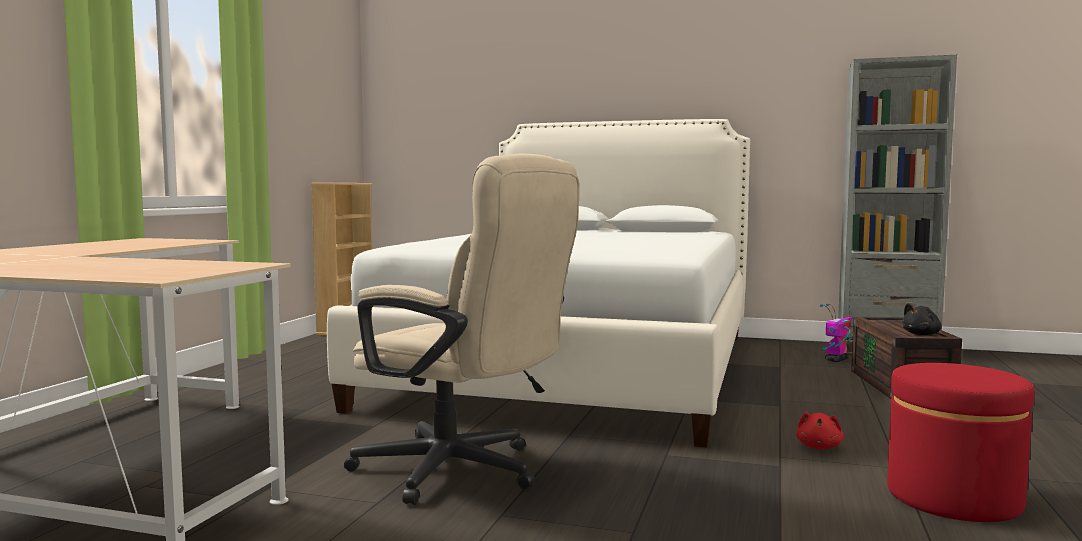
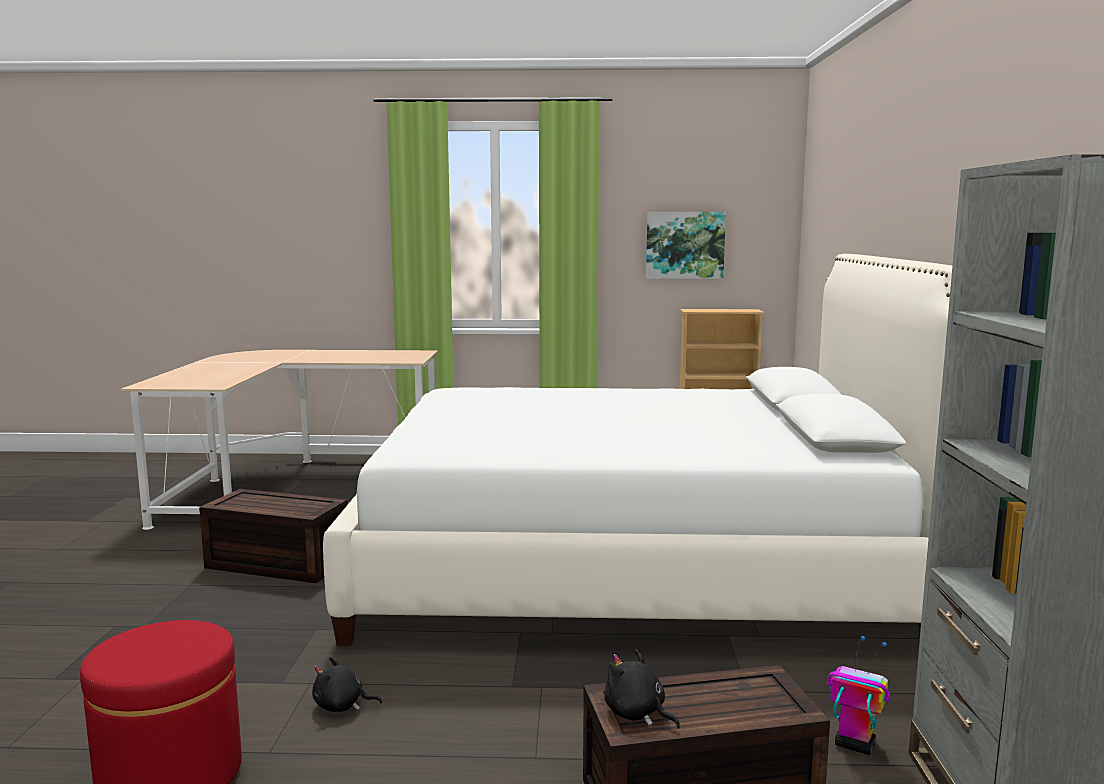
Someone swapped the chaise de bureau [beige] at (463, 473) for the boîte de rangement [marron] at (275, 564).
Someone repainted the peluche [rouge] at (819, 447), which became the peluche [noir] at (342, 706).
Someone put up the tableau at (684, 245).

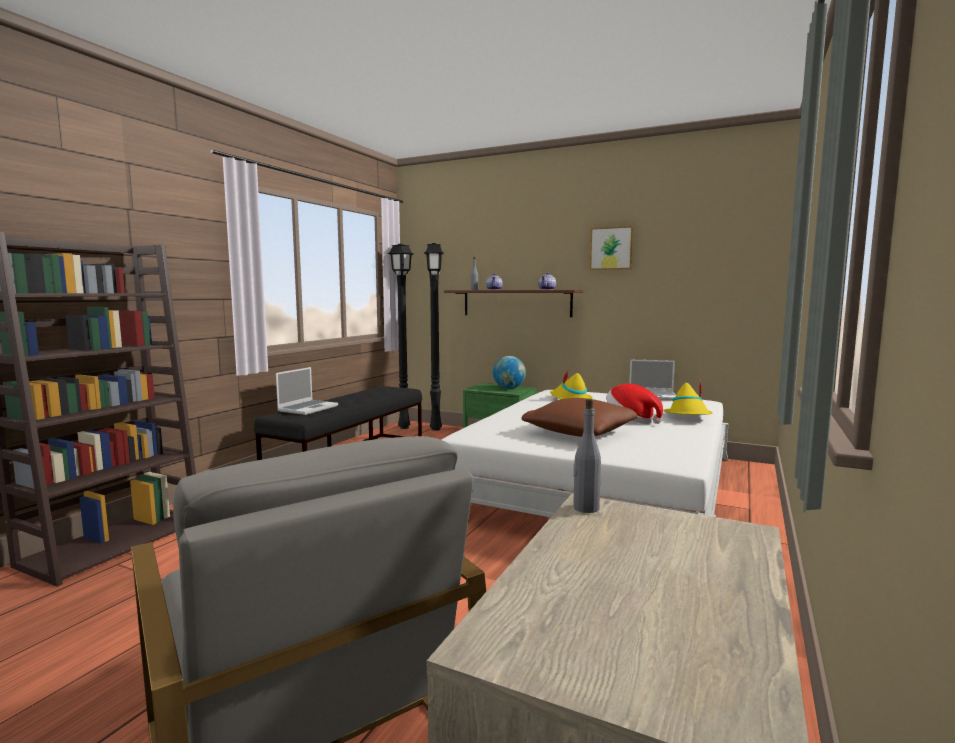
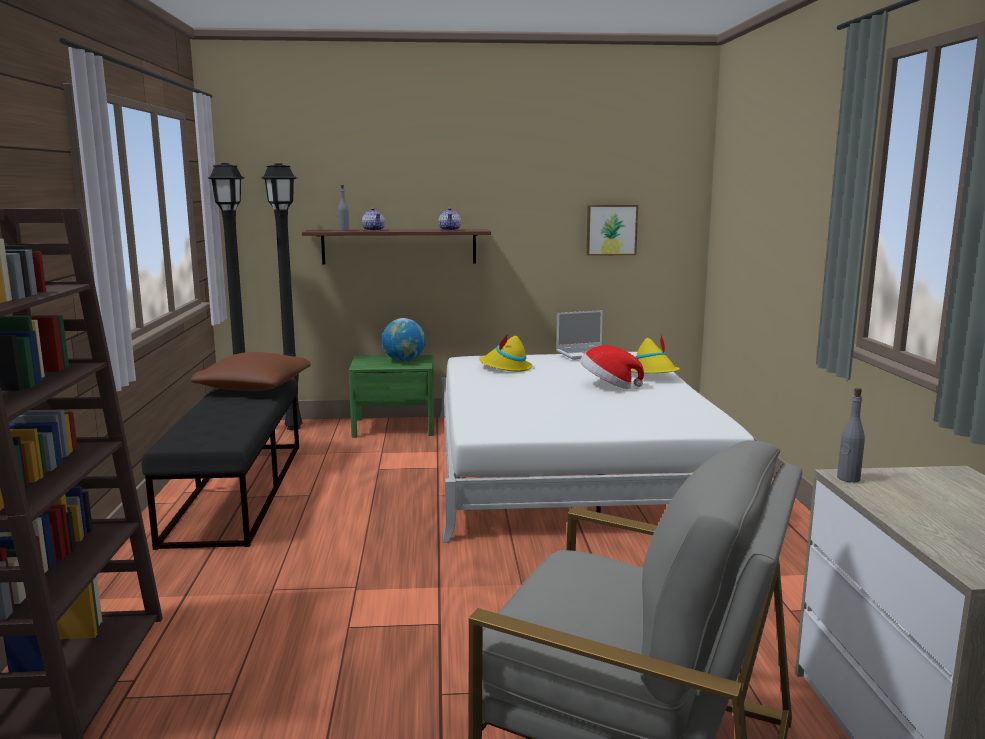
Someone took away the ordinateur portable at (308, 408).
Someone carried the coussin [marron] from (580, 432) to (254, 387).
Someone carried the tableau from (611, 248) to (611, 230).

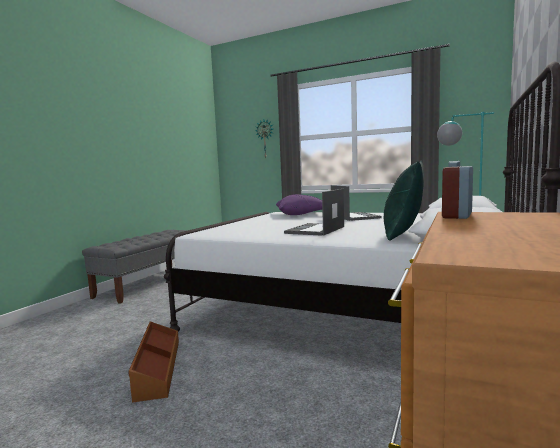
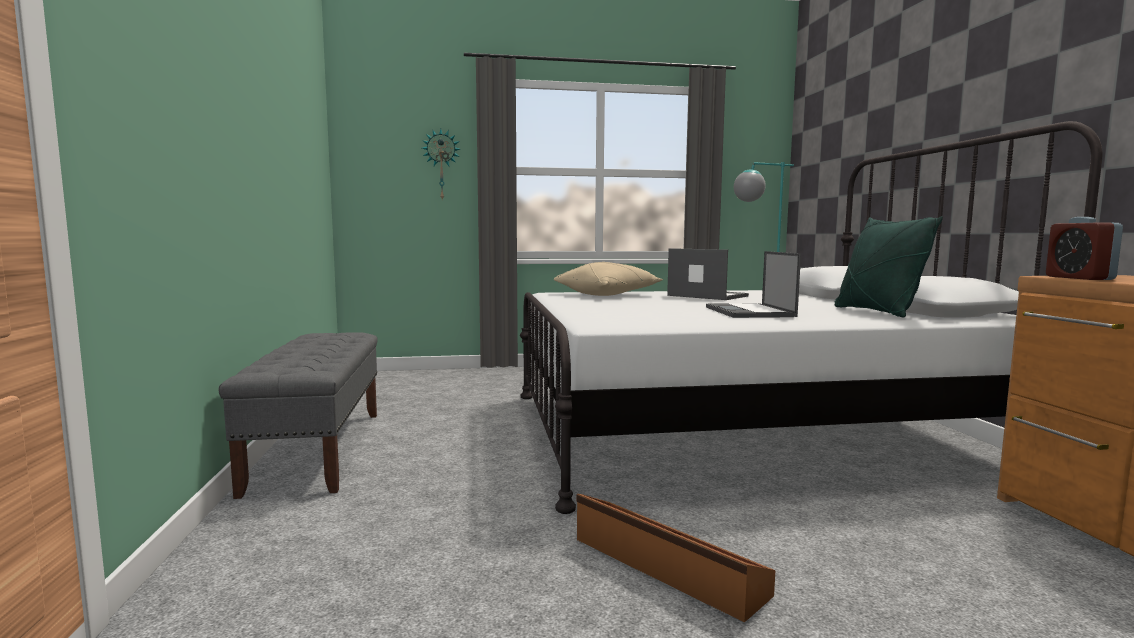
Someone repainted the coussin [violet] at (301, 214), which became the coussin [beige] at (607, 294).

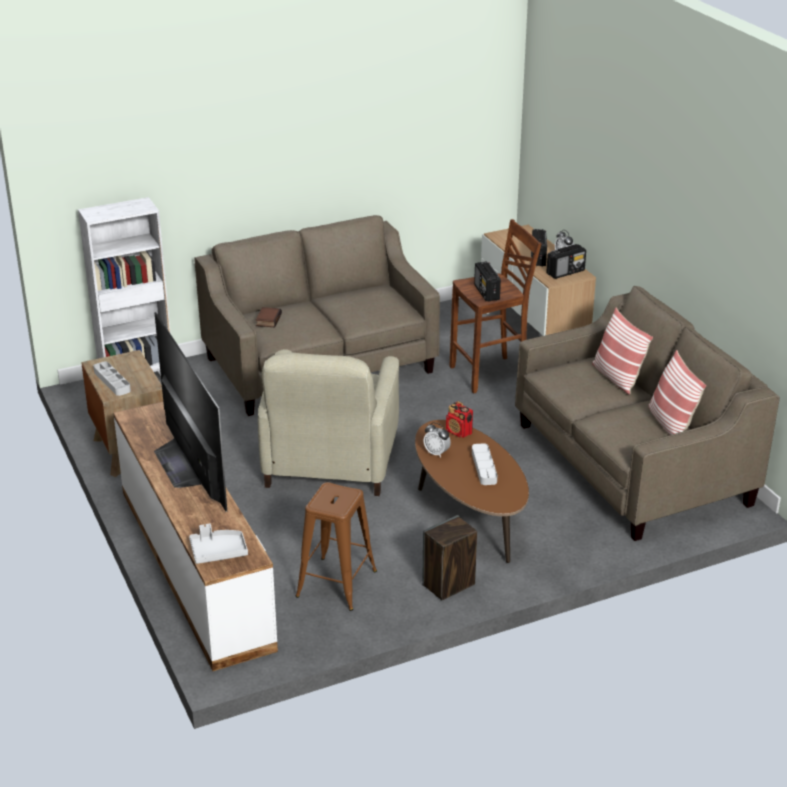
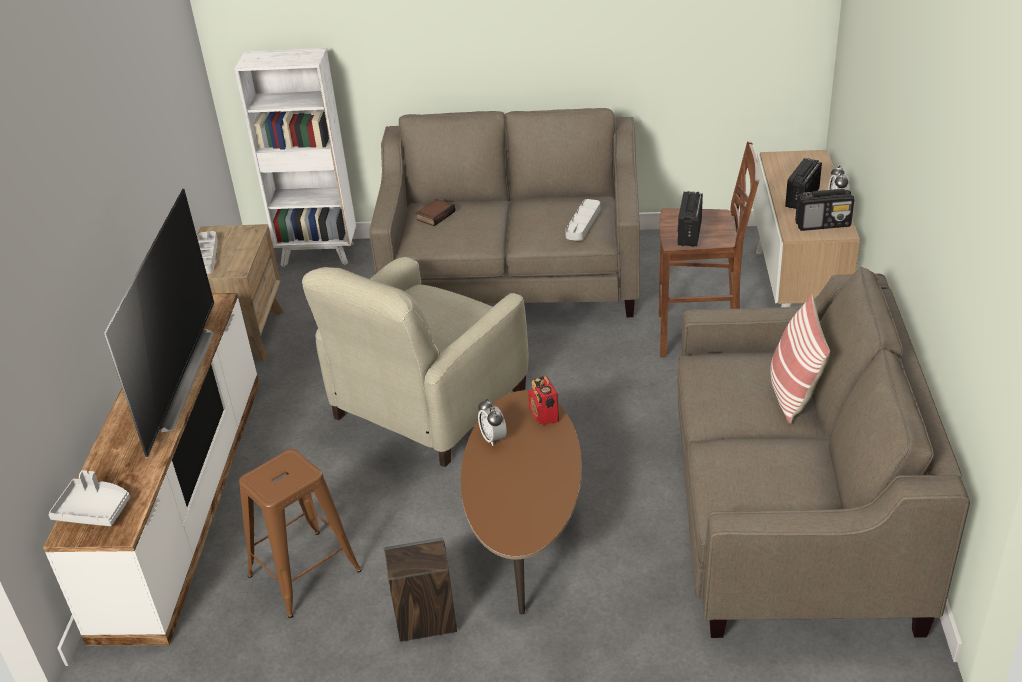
Someone carried the plateau [gris] from (484, 467) to (583, 223).
Someone took away the coussin at (670, 424).

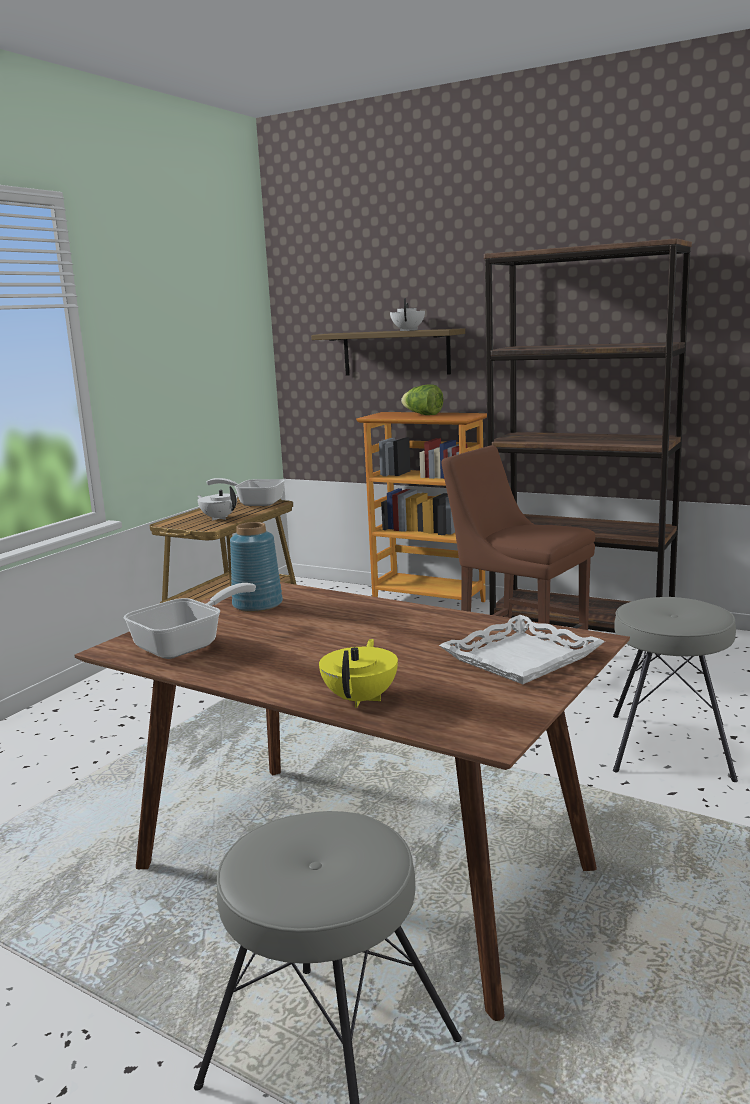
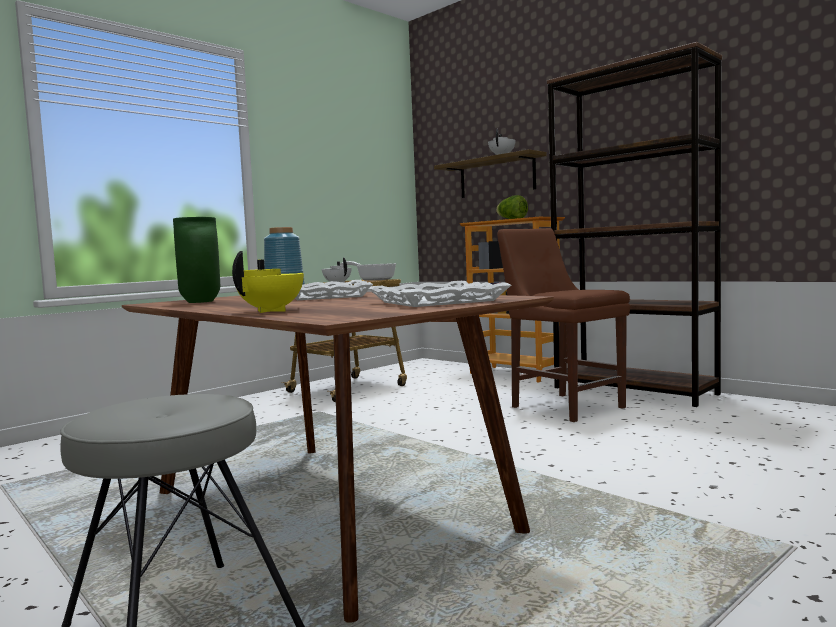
Someone swapped the poêle at (187, 644) for the vase [vert] at (202, 302).
Someone took away the tabouret [gris] at (668, 746).
Someone put down the plateau [blanc] at (326, 296).

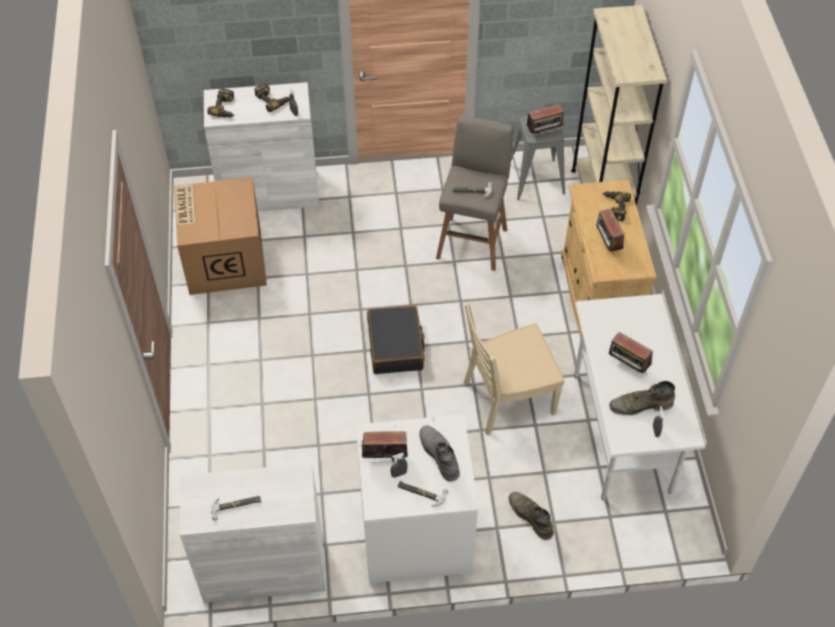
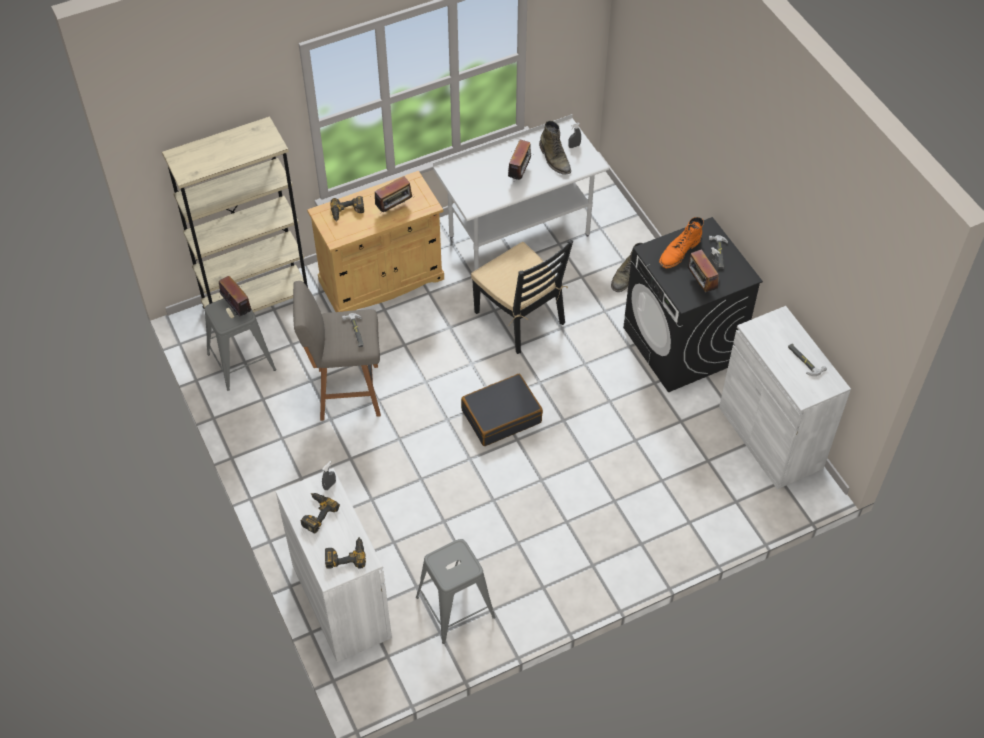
Someone swapped the carton at (224, 259) for the tabouret [gris] at (455, 607).
Someone repainted the lave-linge [blanc] at (414, 533), which became the lave-linge [noir] at (682, 345).
Someone repainted the botte [gris] at (439, 454), which became the botte [orange] at (679, 252).
Someone repainted the chaise [beige] at (508, 398), which became the chaise [noir] at (520, 318).

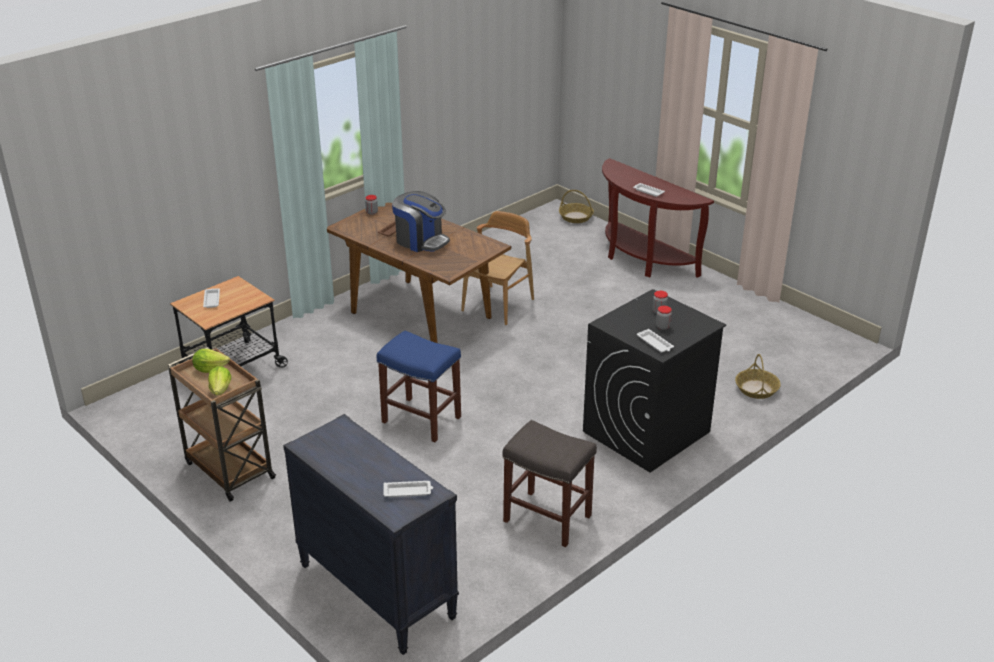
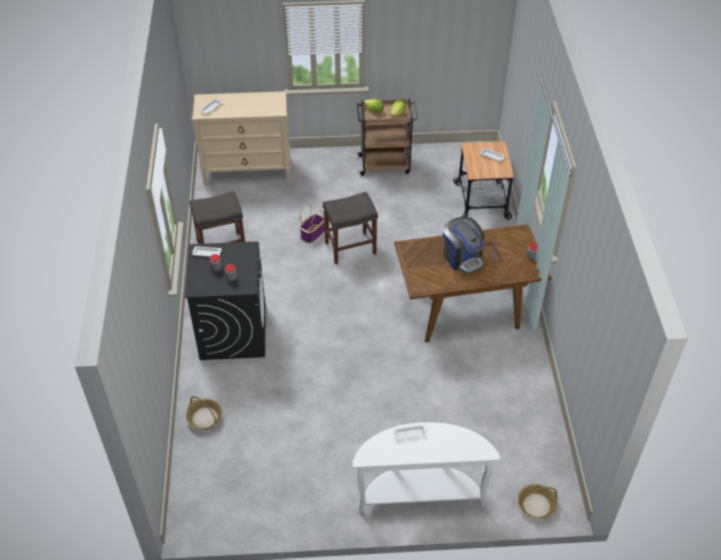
Someone repainted the commode [noir] at (376, 591), which became the commode [beige] at (248, 171).
Someone repainted the tabouret [bleu] at (420, 419), which became the tabouret [gris] at (351, 247).
Someone rotated the machine à café at (421, 241) by 105 degrees counterclockwise.
Someone took away the chaise [marron] at (498, 305).
Someone repainted the table console [marron] at (642, 260), which became the table console [blanc] at (420, 493).
Someone put down the panier at (313, 233).

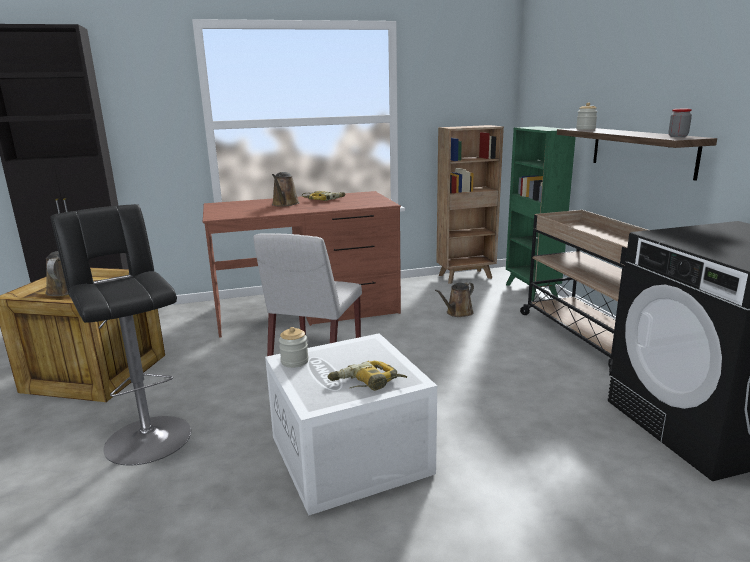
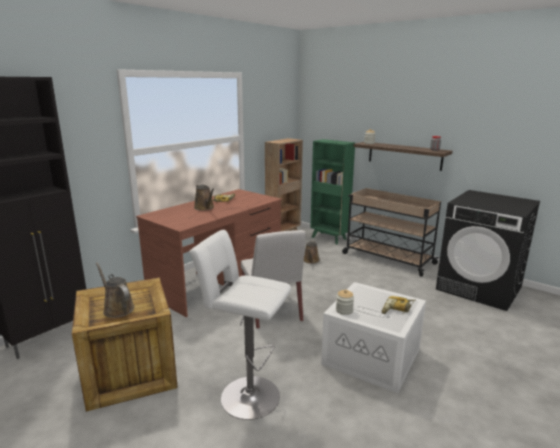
Someone repainted the tabouret [noir] at (146, 436), which became the tabouret [blanc] at (246, 395).

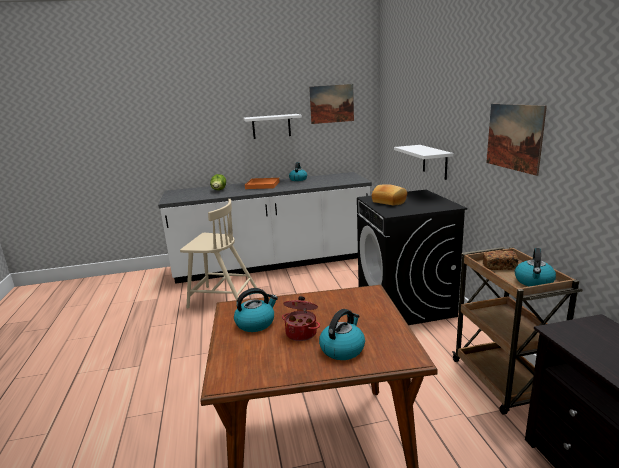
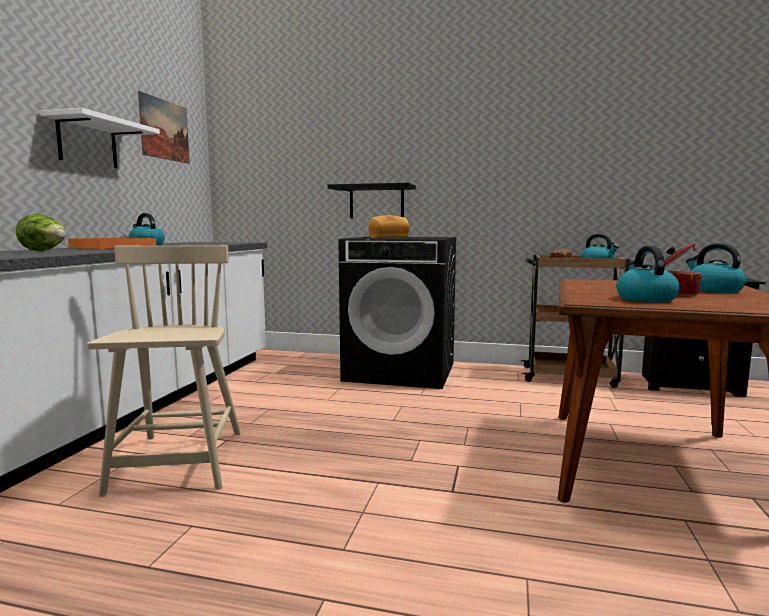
Someone rotated the chaise [beige] at (222, 298) by 45 degrees counterclockwise.
Someone repainted the étagère [blanc] at (435, 162), which became the étagère [noir] at (376, 202).
Someone took away the tableau at (514, 137).

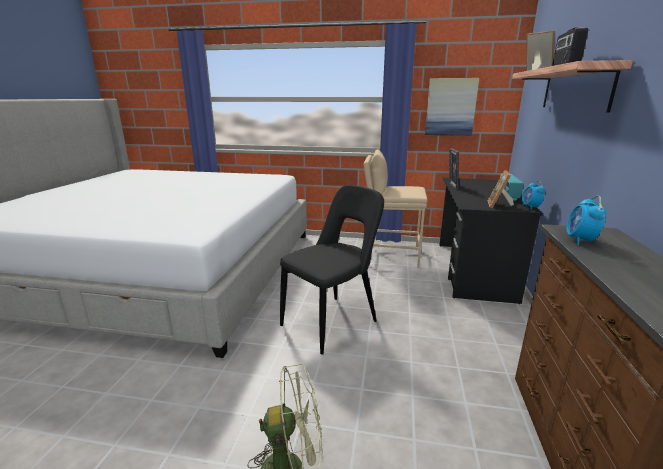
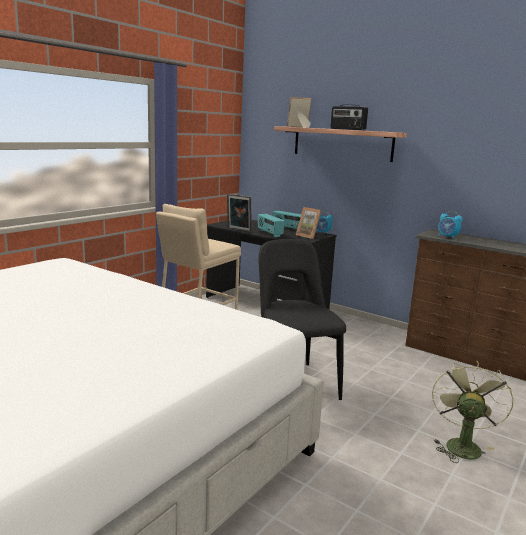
Someone took away the tableau at (450, 107).
Someone put down the radio at (269, 233).

